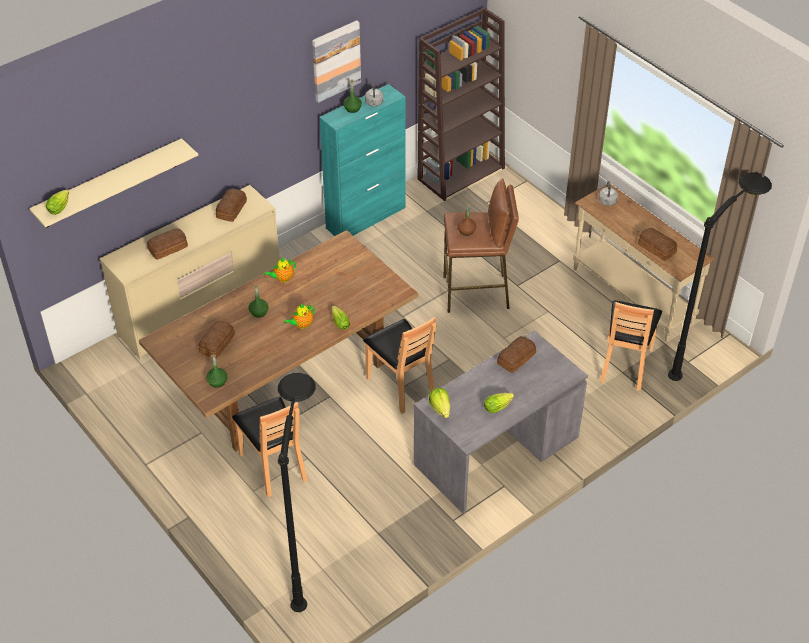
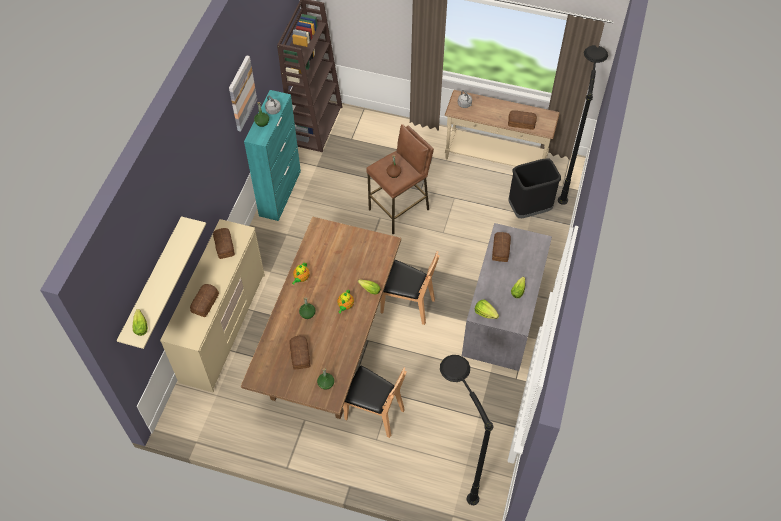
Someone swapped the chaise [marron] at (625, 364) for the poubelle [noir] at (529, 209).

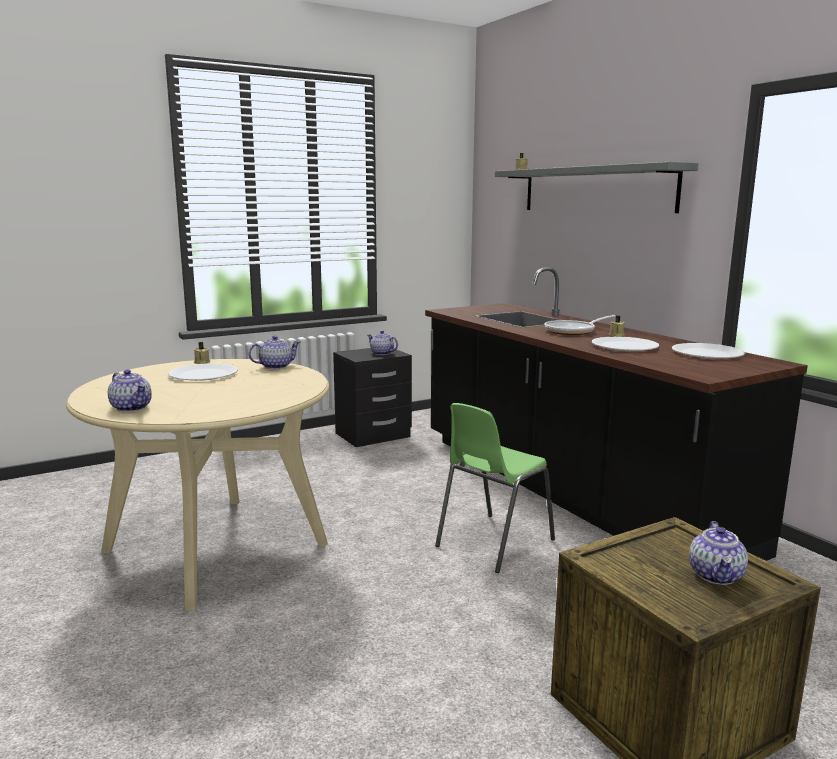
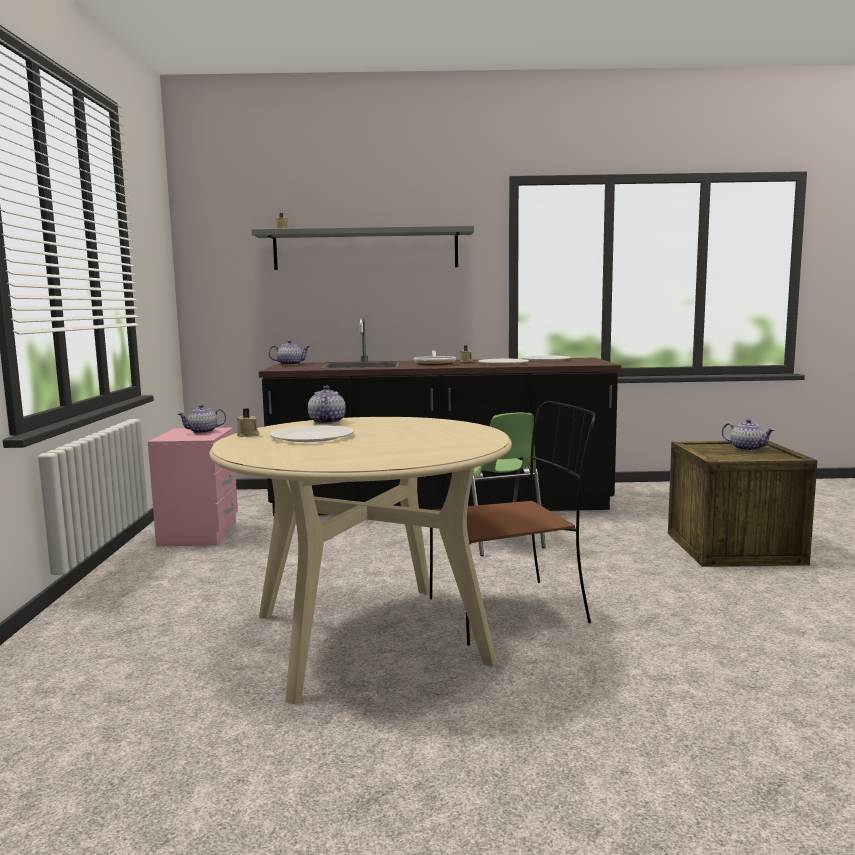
Someone carried the théière from (132, 408) to (290, 364).
Someone repainted the table de chevet [noir] at (373, 435), which became the table de chevet [rose] at (199, 534).
Someone put down the chaise [marron] at (510, 610).

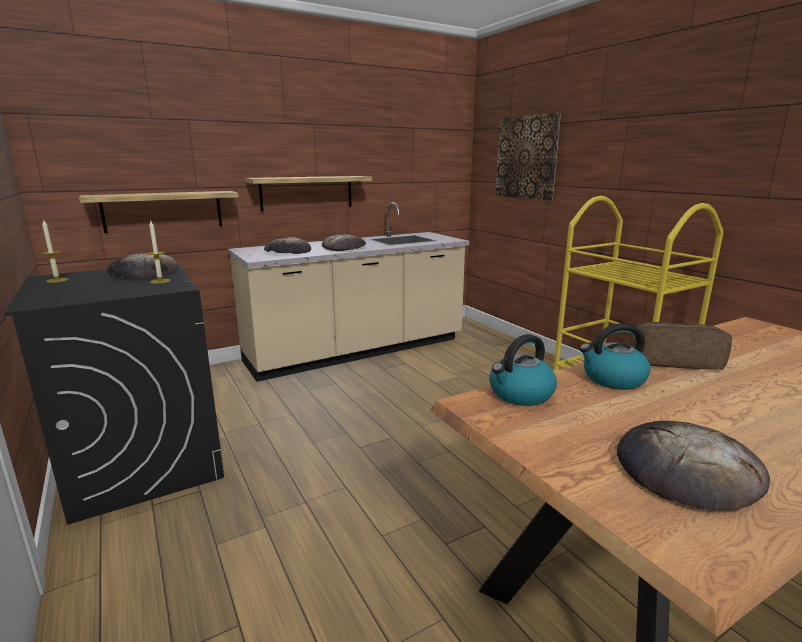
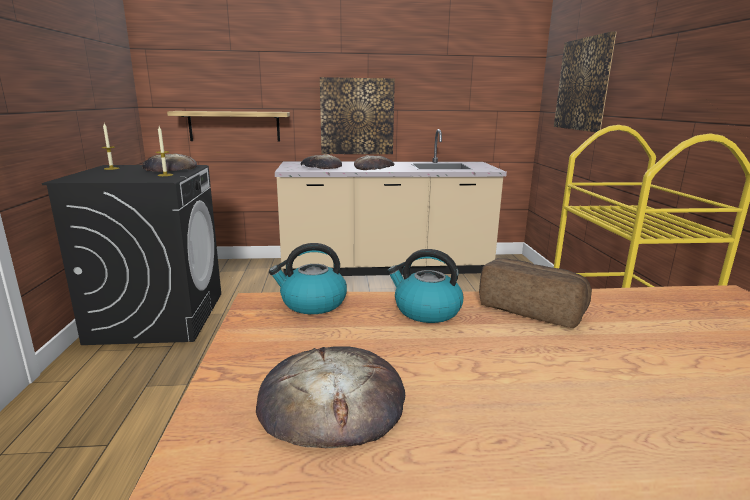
Someone swapped the étagère at (307, 193) for the tableau at (357, 116).

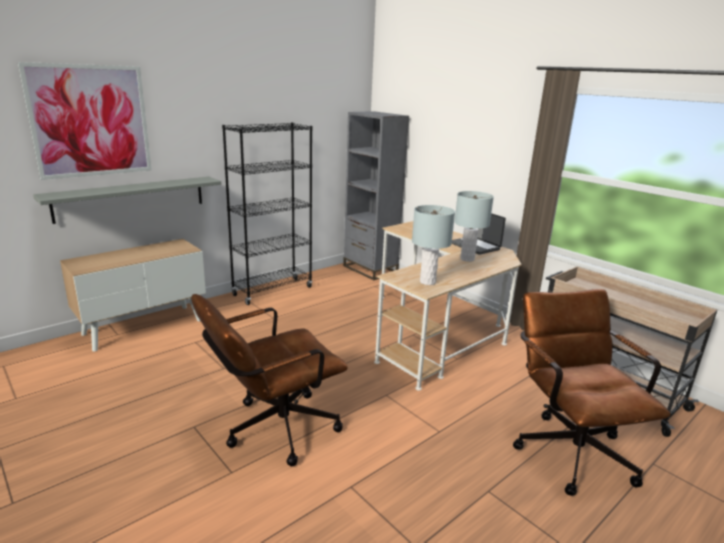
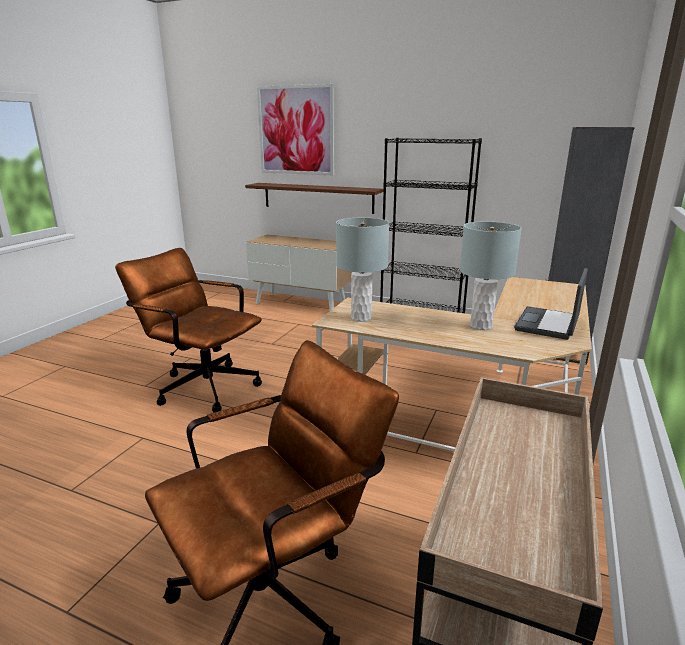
Someone repainted the étagère [gris] at (131, 198), which became the étagère [marron] at (317, 197).

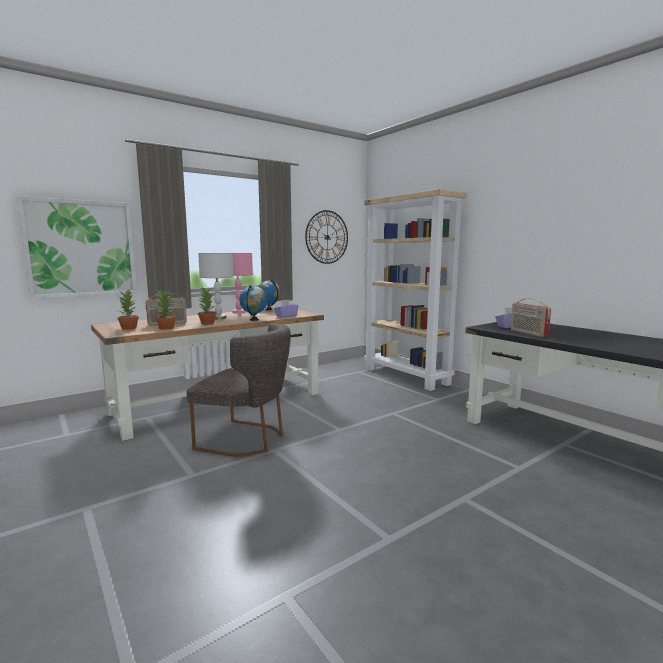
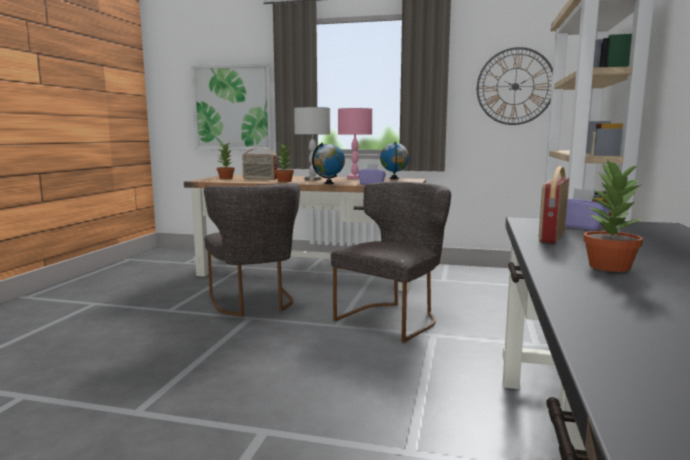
Someone carried the plante en pot from (166, 328) to (608, 266).
Someone put down the chaise [gris] at (393, 318).

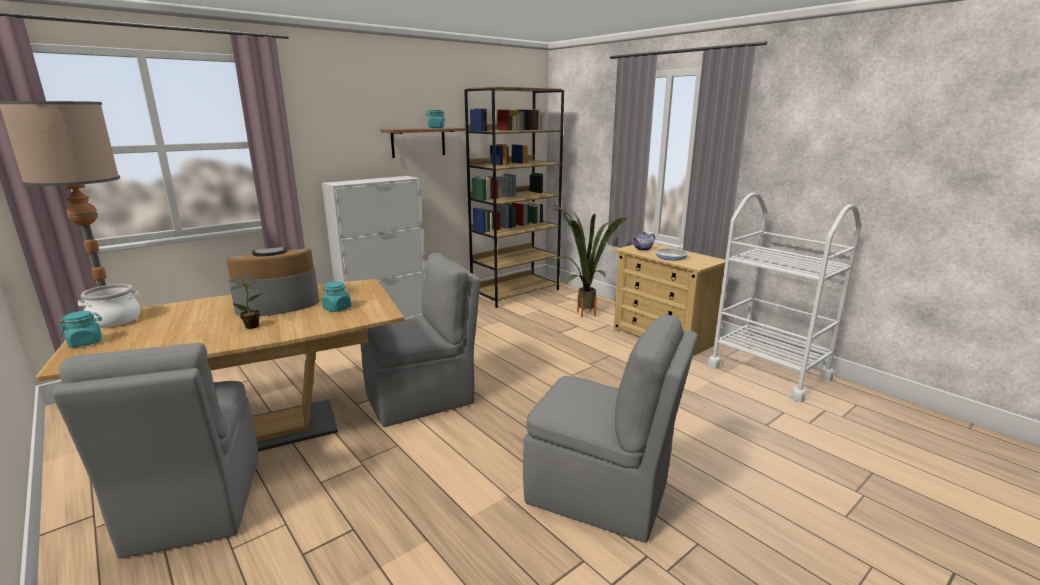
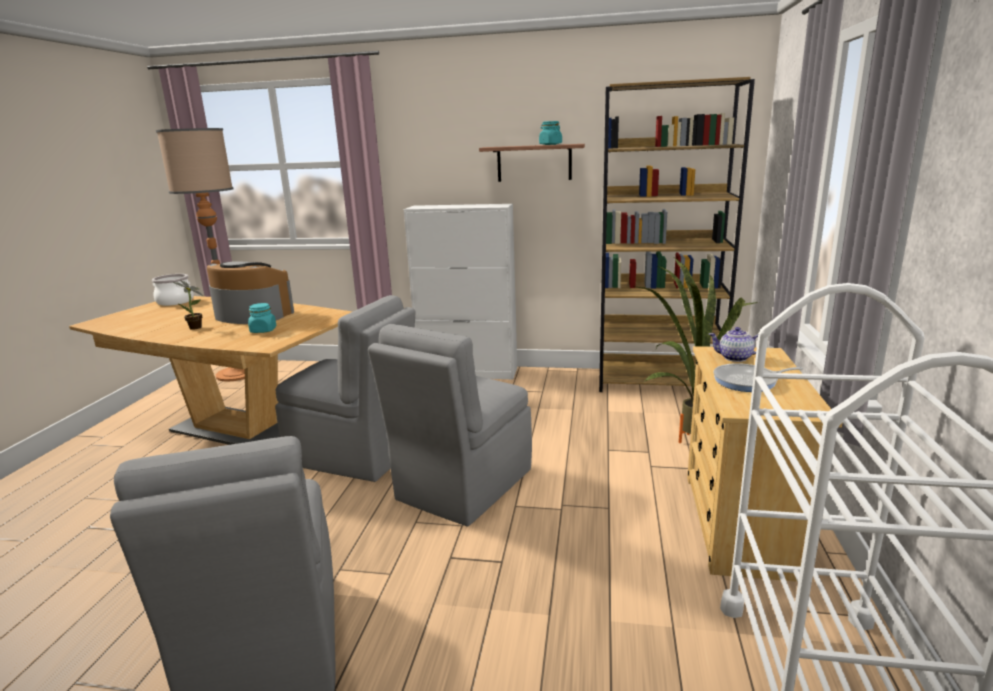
Someone carried the chaise [gris] from (195, 505) to (462, 486).
Someone took away the bocal [turquoise] at (86, 342).

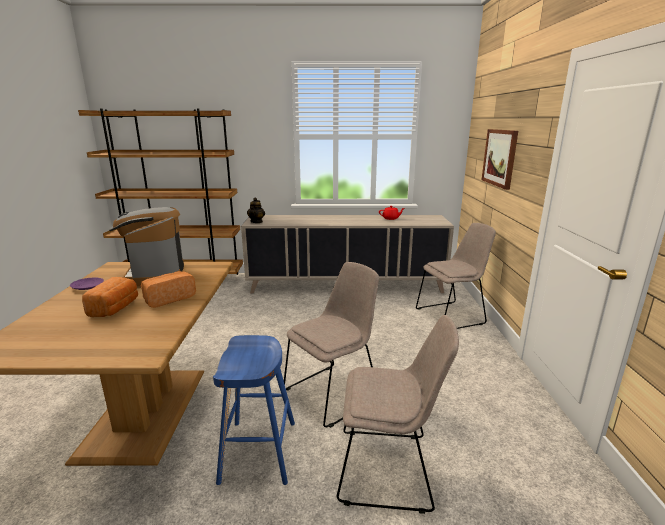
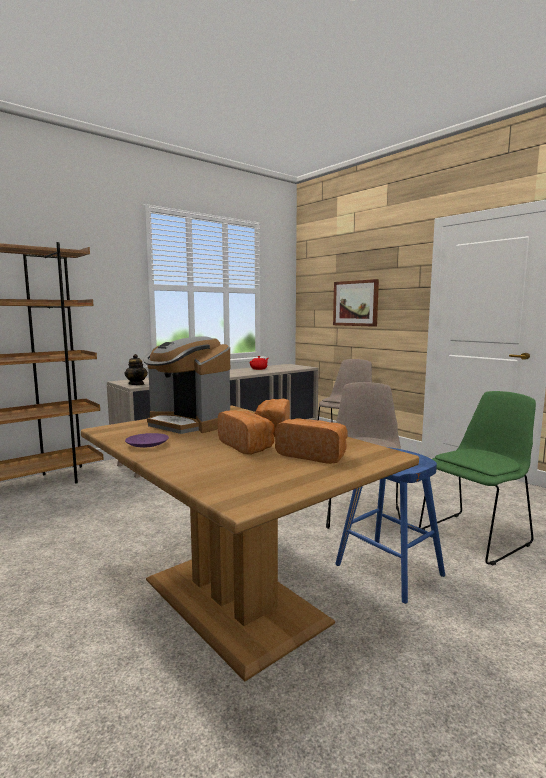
Someone repainted the chaise [beige] at (389, 468), which became the chaise [vert] at (476, 536).
Someone put down the pain at (313, 455).

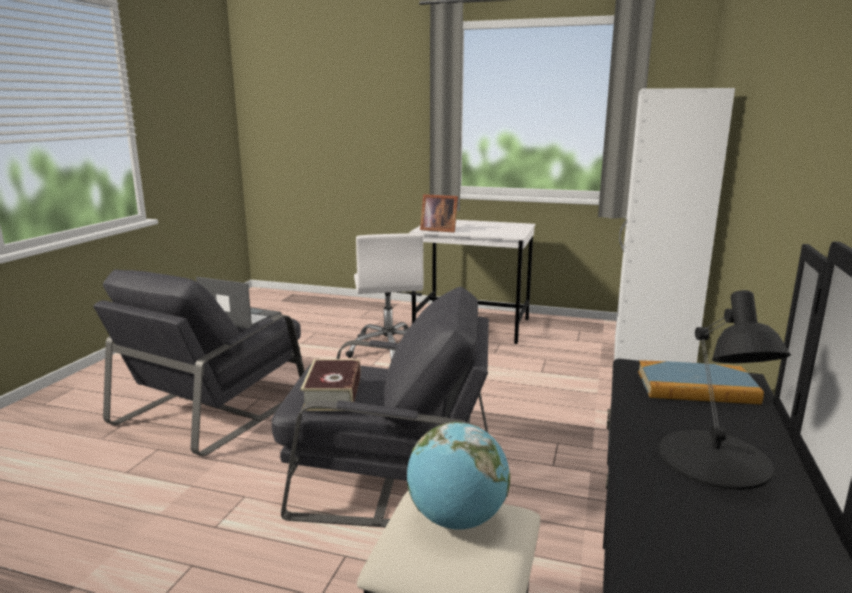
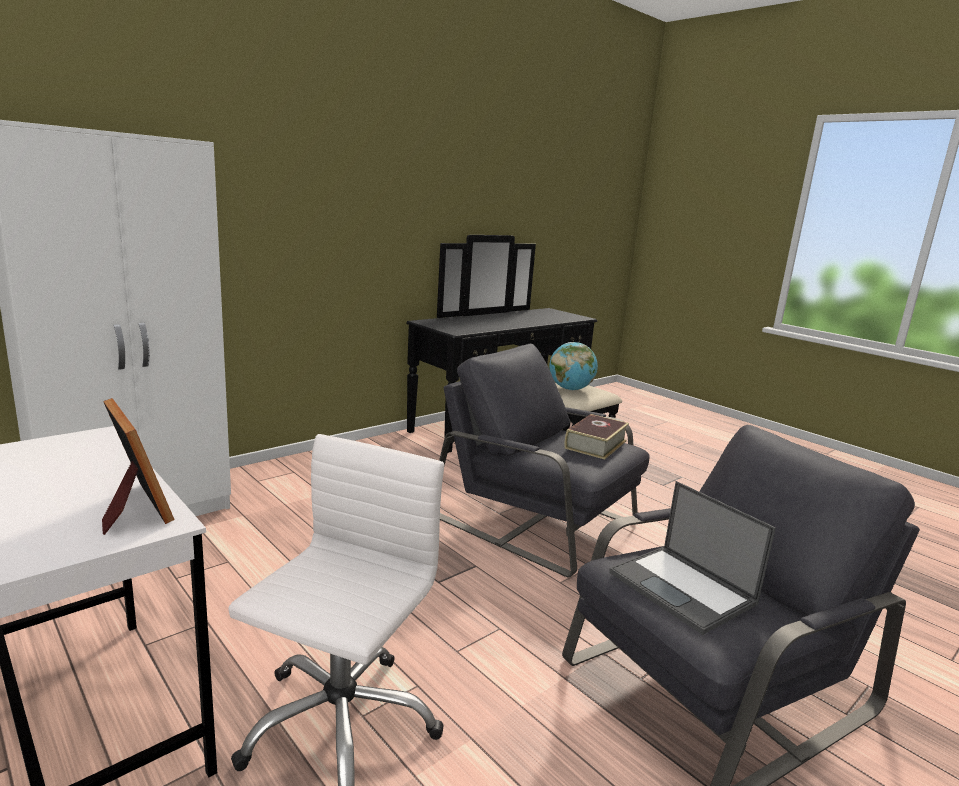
Someone took away the livre at (696, 387).
Someone took away the lampe de table [noir] at (714, 459).

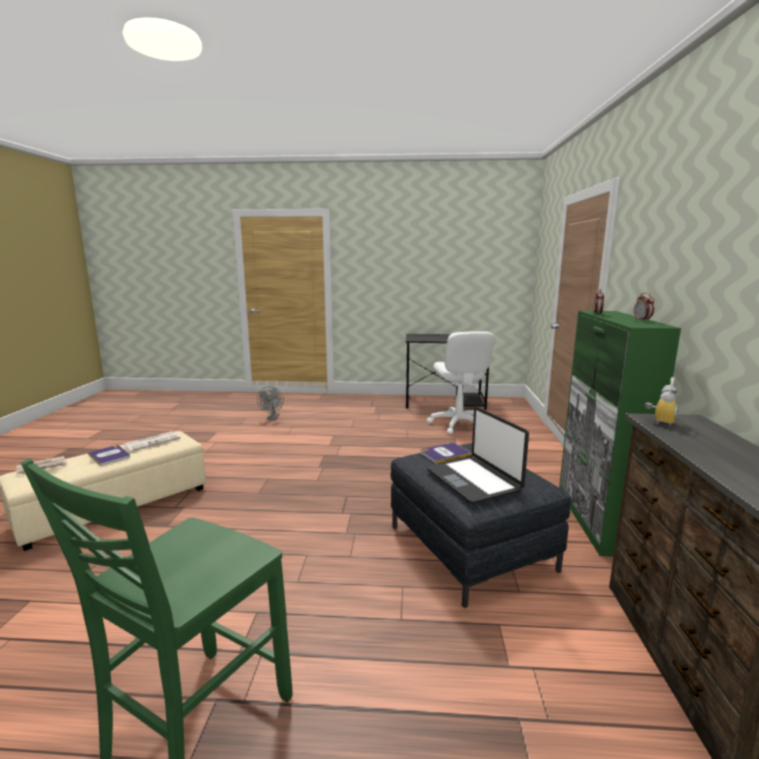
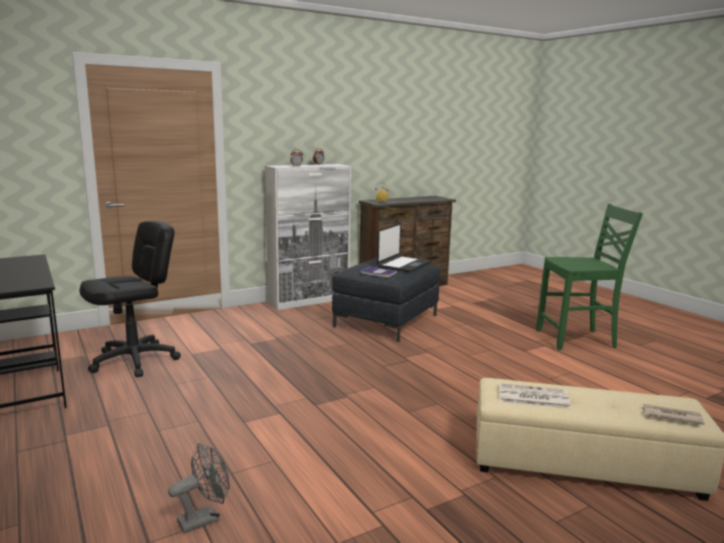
Someone took away the livre at (109, 456).
Someone repainted the chaise de bureau [blanc] at (458, 424), which became the chaise de bureau [noir] at (135, 360).
Someone repainted the meuble de rangement [vert] at (595, 520), which became the meuble de rangement [blanc] at (309, 300).

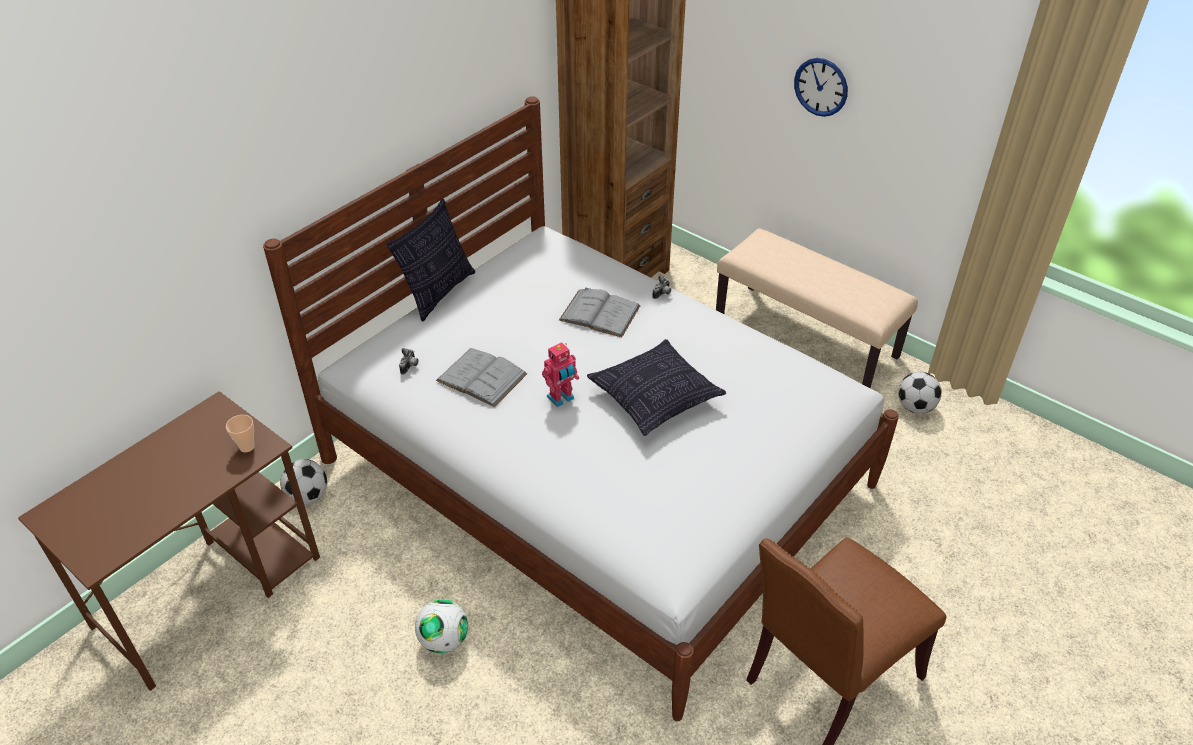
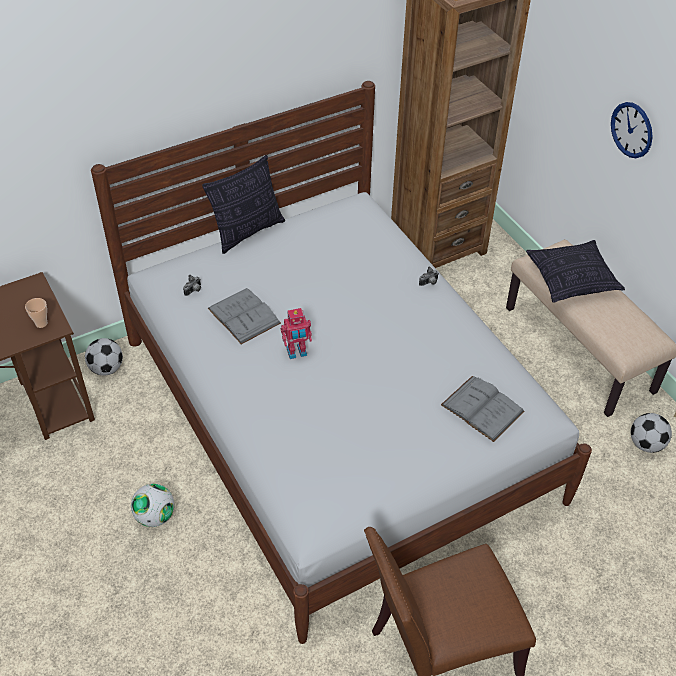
Someone carried the livre [gris] from (599, 313) to (482, 408).
Someone carried the coussin from (655, 398) to (572, 280).

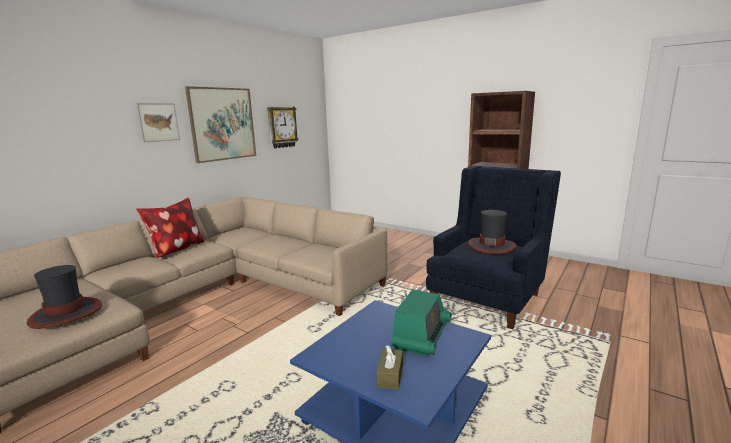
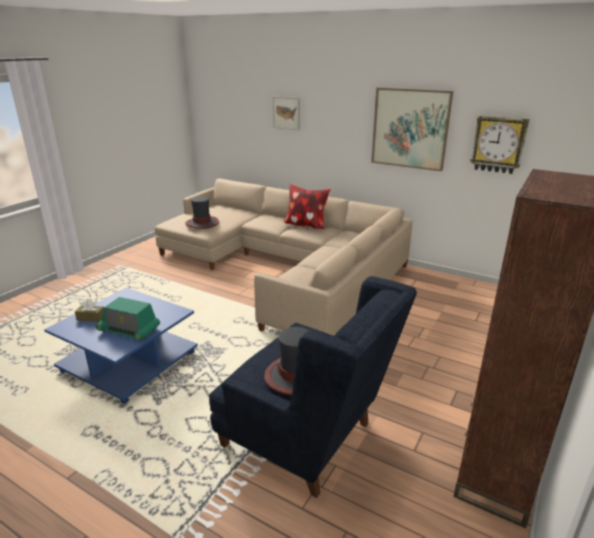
Someone carried the tableau from (158, 122) to (286, 113).

